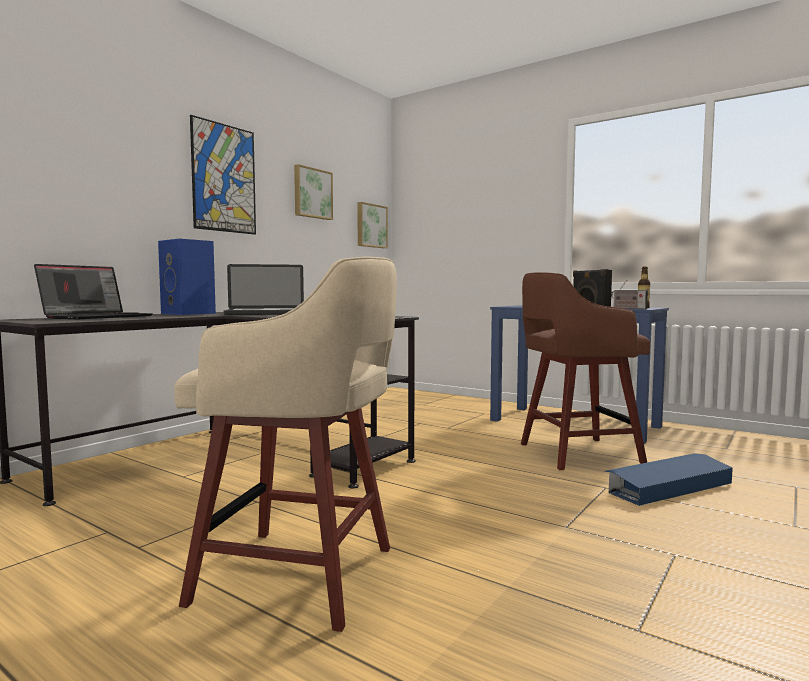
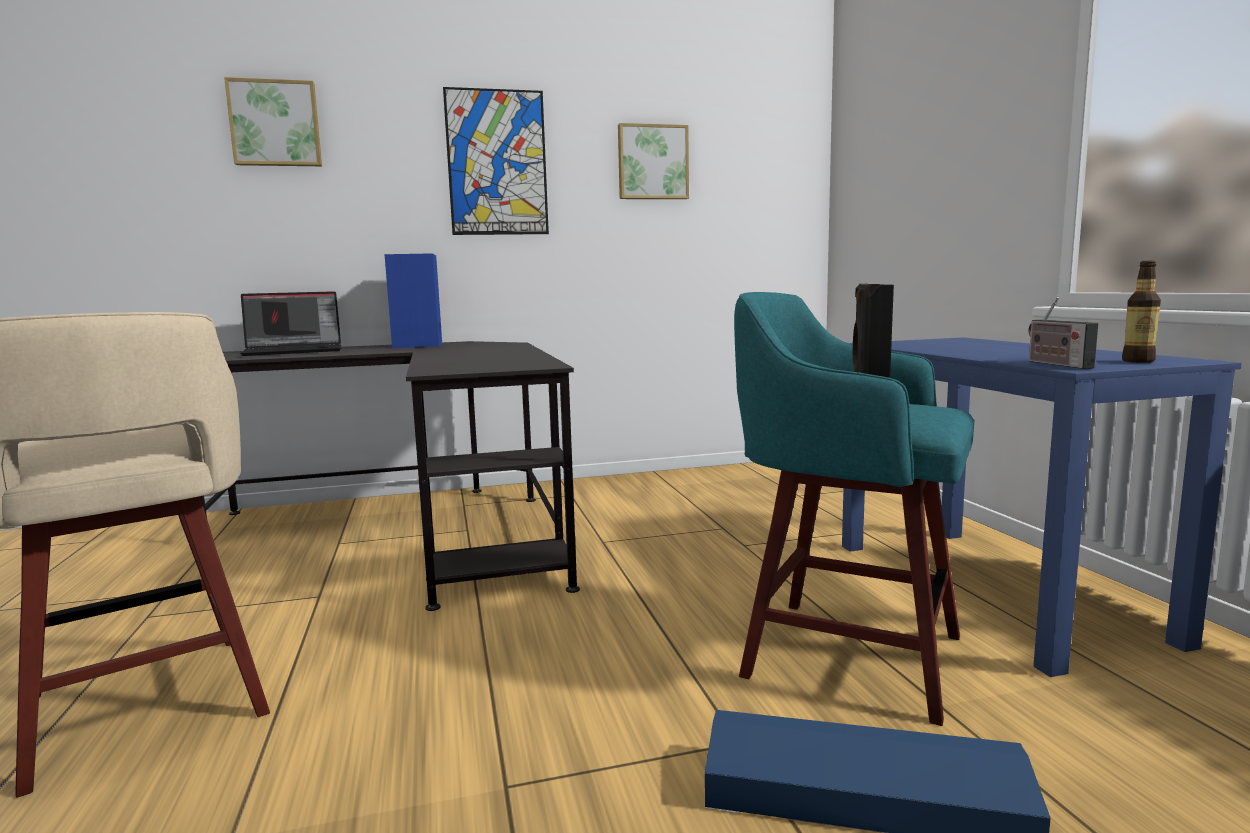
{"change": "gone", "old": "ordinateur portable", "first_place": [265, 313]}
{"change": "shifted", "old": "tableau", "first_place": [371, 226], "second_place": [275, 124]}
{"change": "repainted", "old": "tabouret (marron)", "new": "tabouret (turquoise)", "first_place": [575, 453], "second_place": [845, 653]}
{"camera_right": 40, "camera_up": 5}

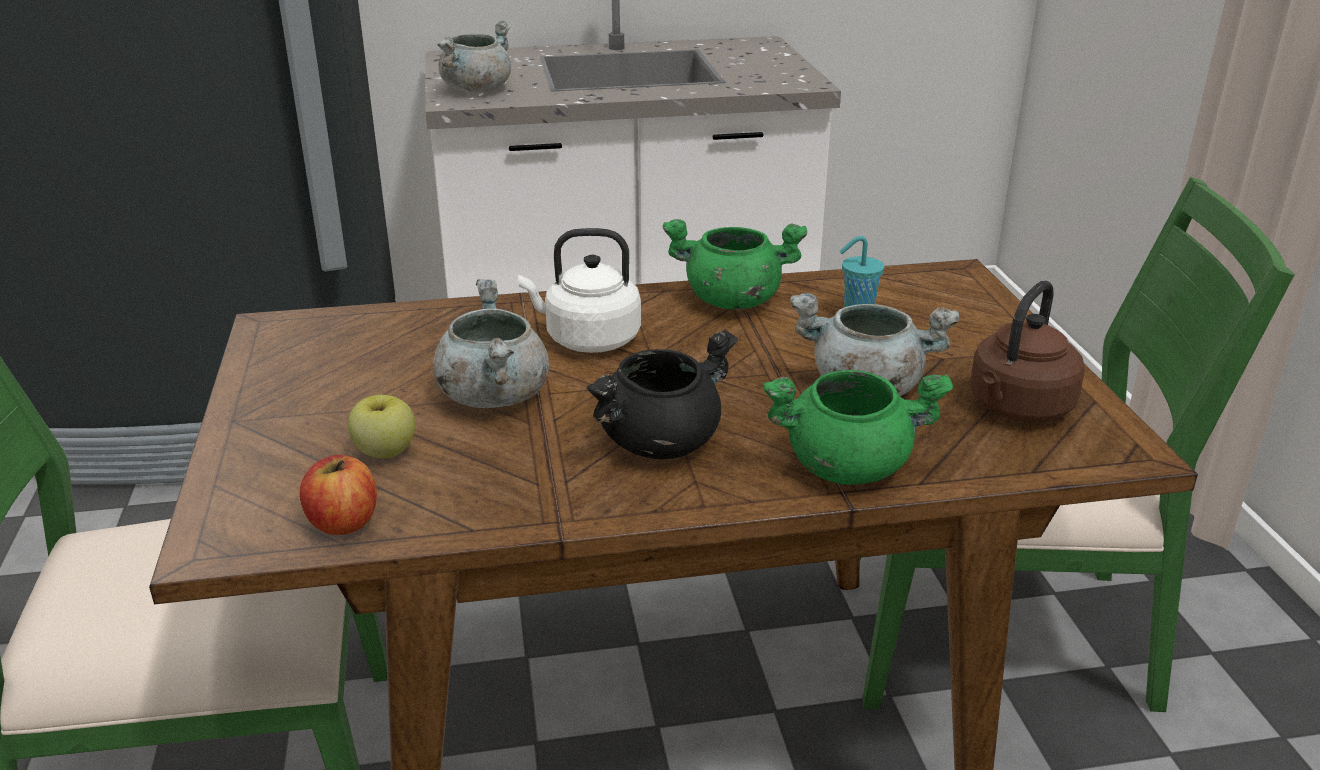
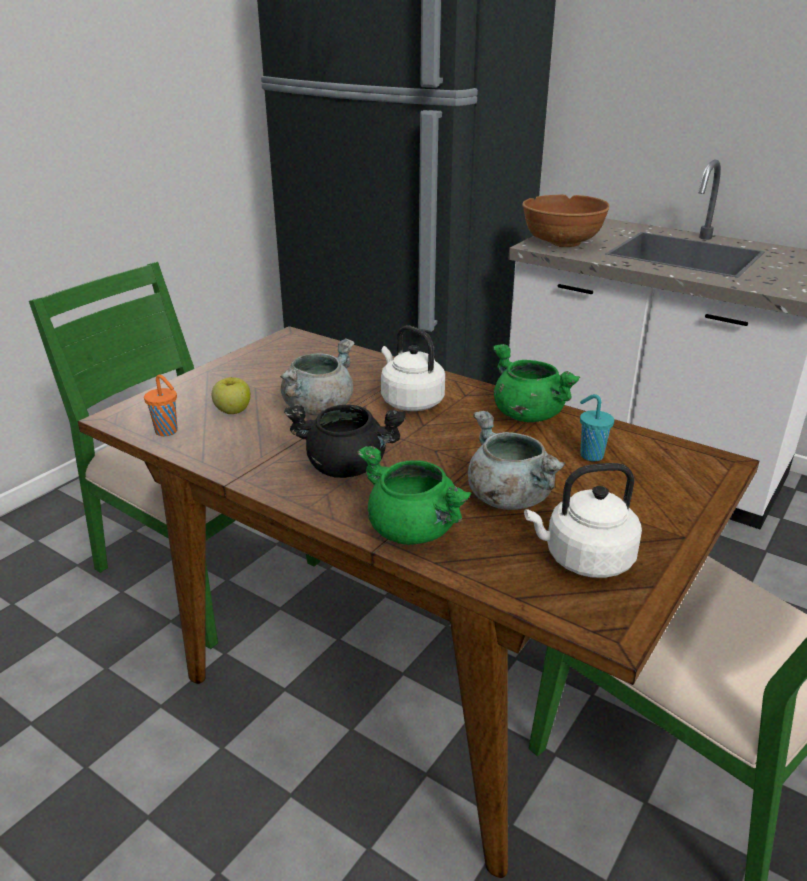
{"change": "swapped", "old": "pomme", "new": "tasse (orange)", "first_place": [343, 522], "second_place": [167, 432]}
{"change": "swapped", "old": "marmite (gris)", "new": "bol (marron)", "first_place": [476, 89], "second_place": [561, 242]}
{"change": "repainted", "old": "bouilloire (marron)", "new": "bouilloire (blanc)", "first_place": [1017, 408], "second_place": [584, 559]}
{"camera_right": 45, "camera_up": 0}

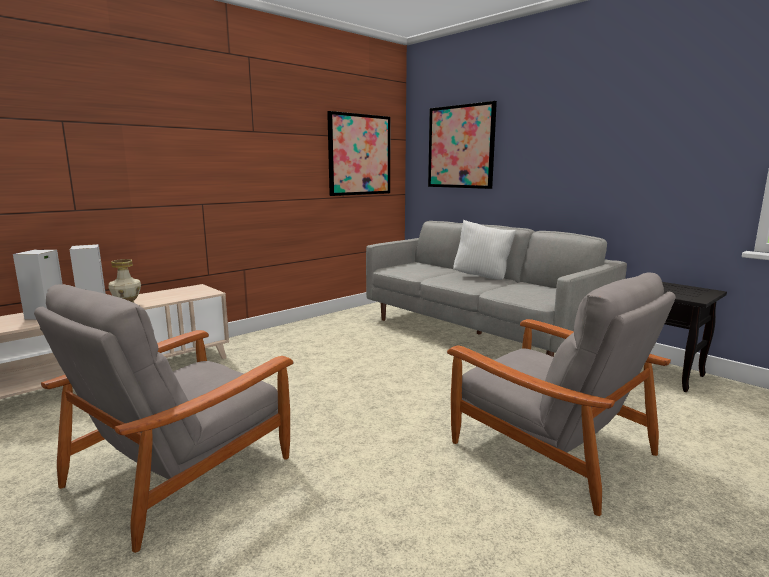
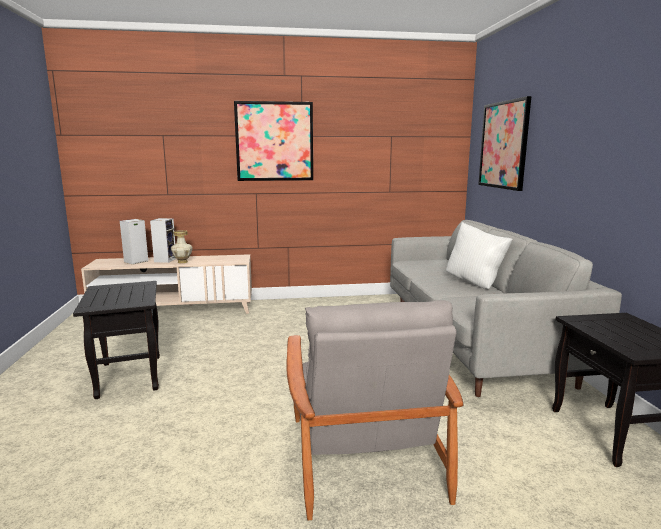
{"change": "swapped", "old": "fauteuil (gris)", "new": "table d'appoint (noir)", "first_place": [182, 470], "second_place": [128, 376]}
{"change": "shifted", "old": "tableau", "first_place": [359, 155], "second_place": [274, 141]}
{"camera_right": 35, "camera_up": 0}

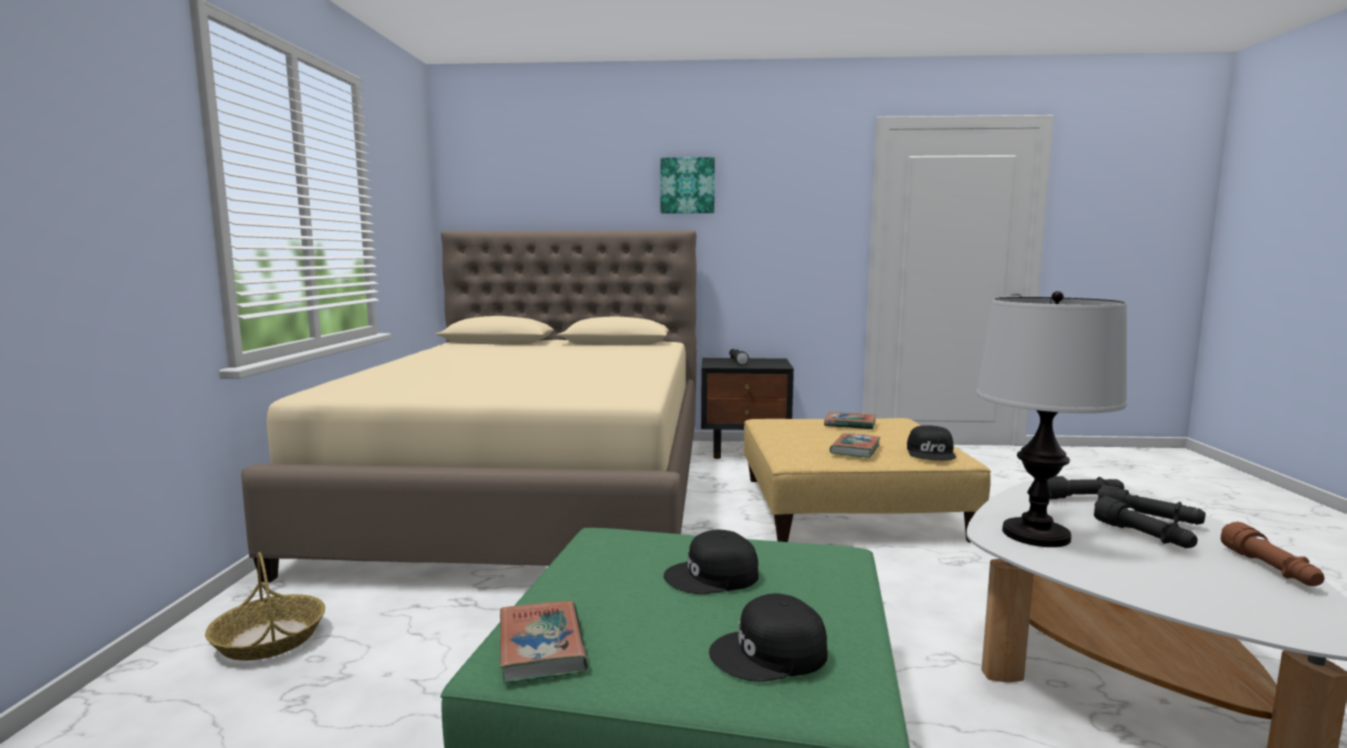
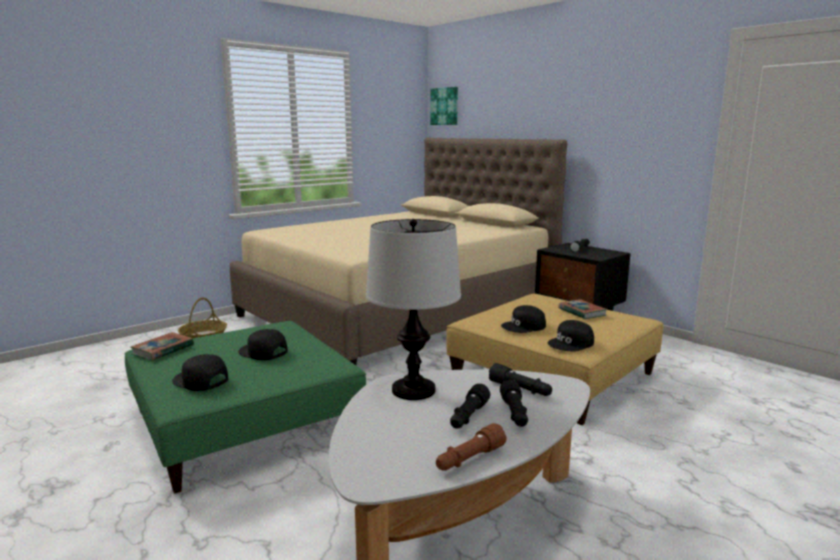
{"change": "shifted", "old": "tableau", "first_place": [687, 185], "second_place": [445, 106]}
{"change": "swapped", "old": "livre", "new": "casquette (noir)", "first_place": [855, 449], "second_place": [524, 326]}
{"camera_right": 45, "camera_up": 5}

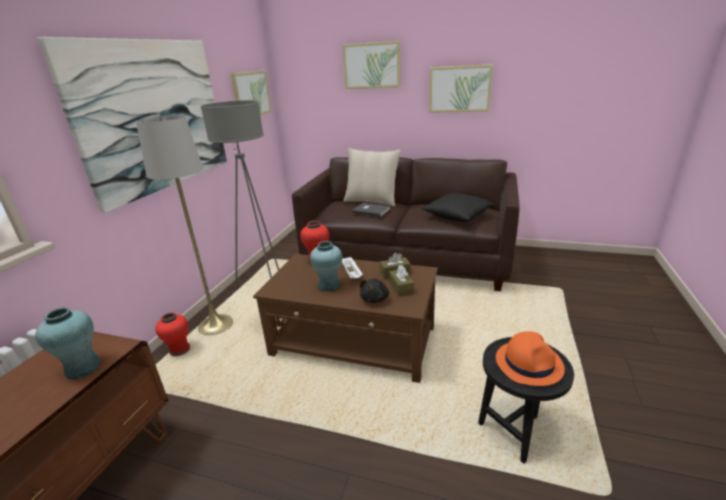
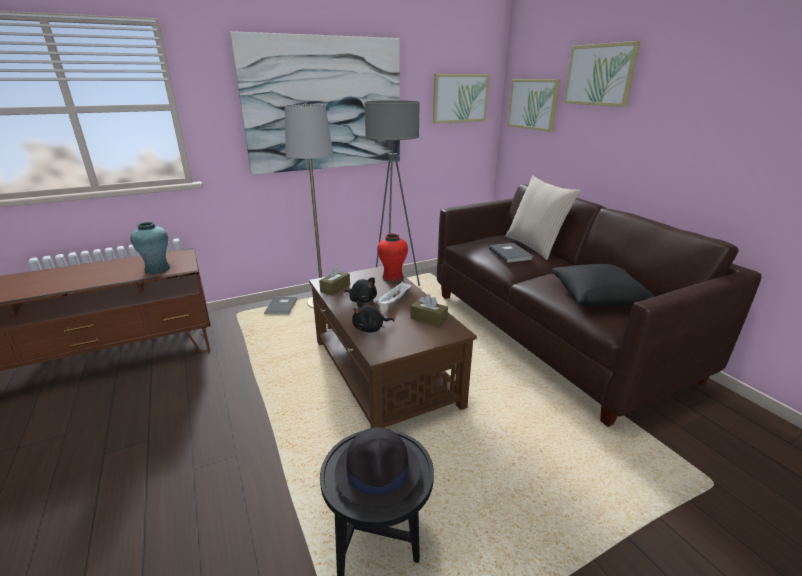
{"change": "swapped", "old": "vase (rouge)", "new": "livre (gris)", "first_place": [180, 350], "second_place": [283, 307]}
{"change": "swapped", "old": "vase (turquoise)", "new": "peluche (noir)", "first_place": [329, 286], "second_place": [362, 300]}
{"change": "shifted", "old": "boîte à mouchoirs (marron)", "first_place": [401, 287], "second_place": [335, 288]}
{"change": "shifted", "old": "tableau", "first_place": [459, 89], "second_place": [533, 104]}
{"change": "repainted", "old": "chapeau (orange)", "new": "chapeau (noir)", "first_place": [529, 363], "second_place": [378, 471]}
{"camera_right": 45, "camera_up": 0}

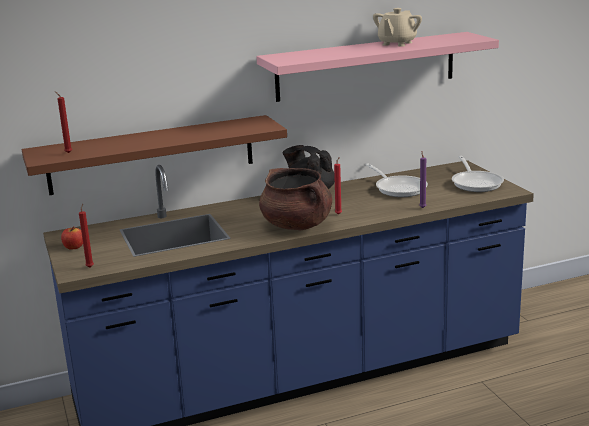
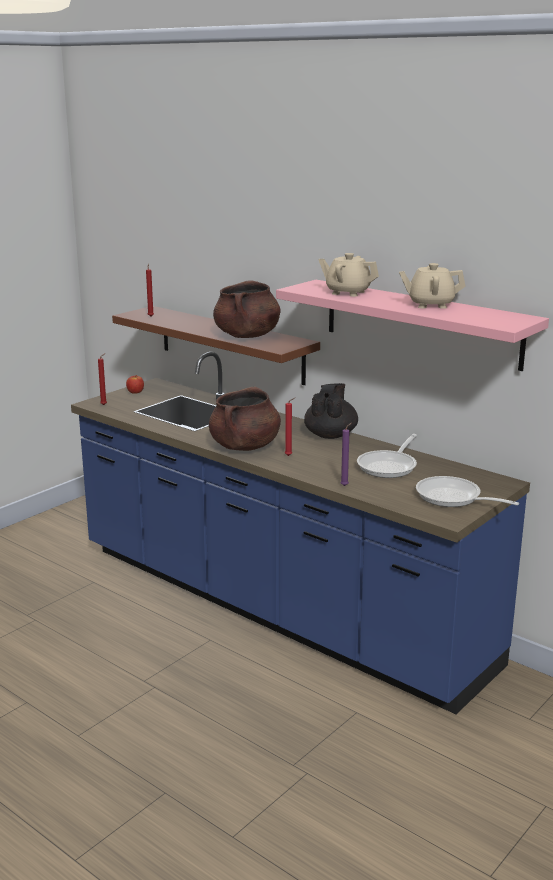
{"change": "rotated", "old": "poêle", "first_place": [476, 183], "second_place": [453, 498], "degrees": 75}
{"change": "new", "new": "marmite (marron)", "second_place": [247, 335]}
{"change": "new", "new": "théière (beige)", "second_place": [347, 292]}
{"camera_right": 60, "camera_up": 0}

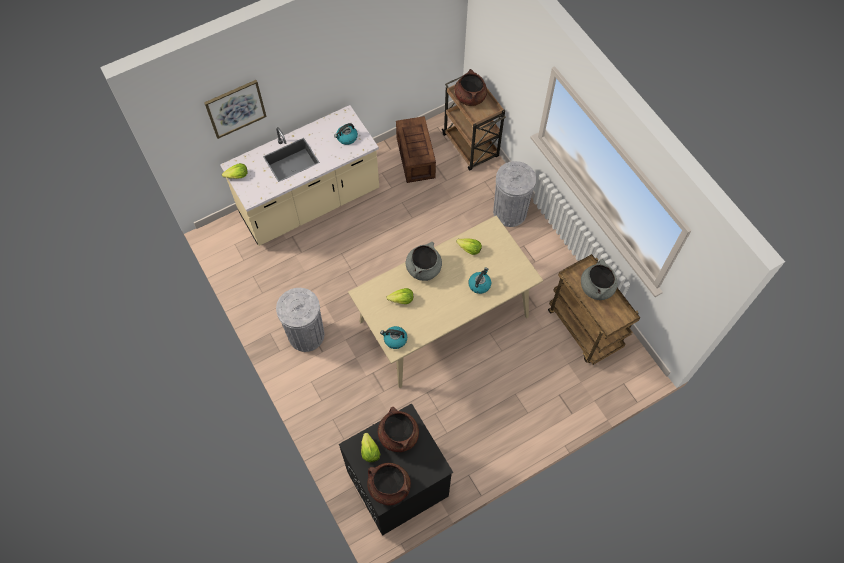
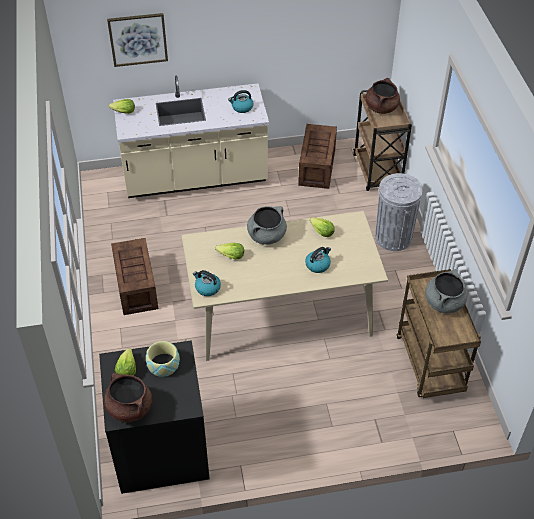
{"change": "swapped", "old": "poubelle (gris)", "new": "caisse", "first_place": [306, 335], "second_place": [136, 286]}
{"change": "swapped", "old": "marmite (marron)", "new": "bol", "first_place": [398, 435], "second_place": [163, 364]}
{"camera_right": 20, "camera_up": -15}

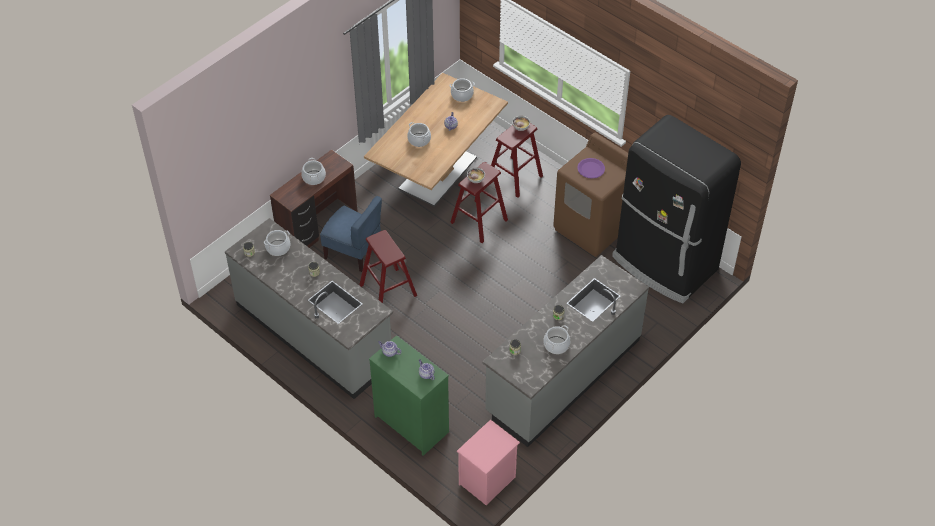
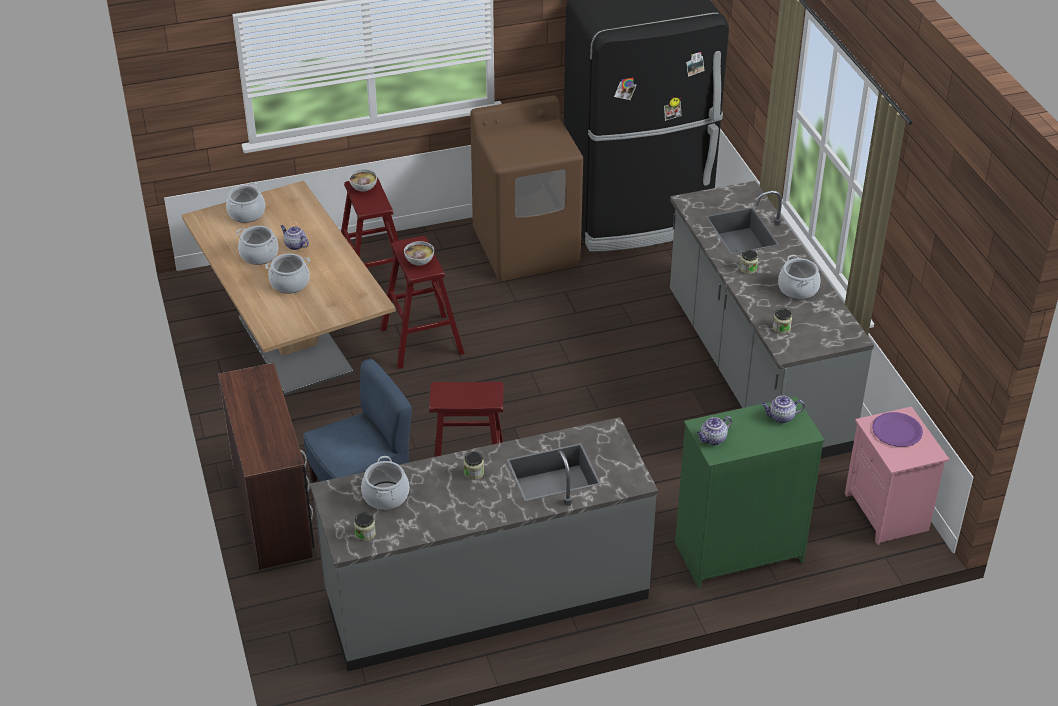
{"change": "shifted", "old": "marmite", "first_place": [313, 178], "second_place": [259, 255]}
{"change": "shifted", "old": "assiette (violet)", "first_place": [591, 169], "second_place": [896, 431]}
{"camera_right": -60, "camera_up": -10}

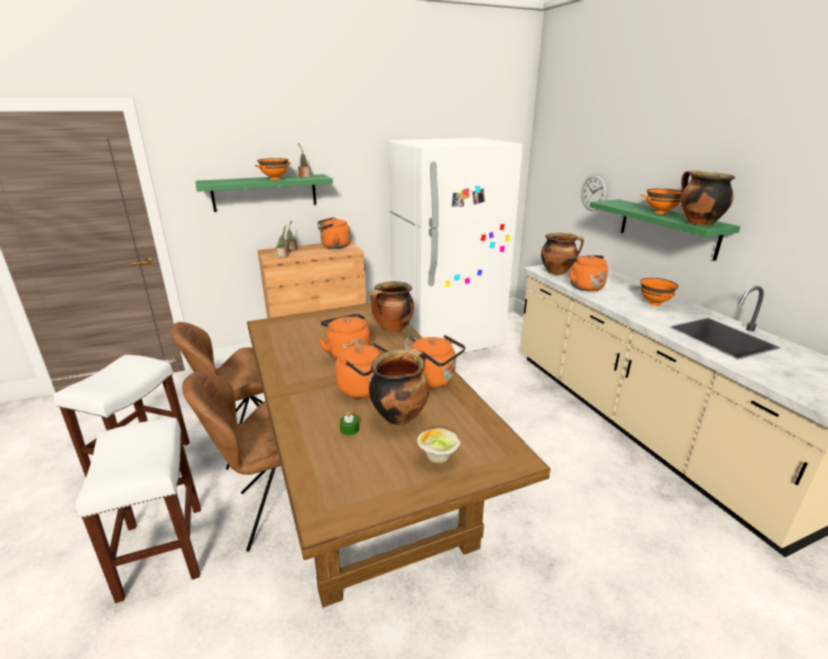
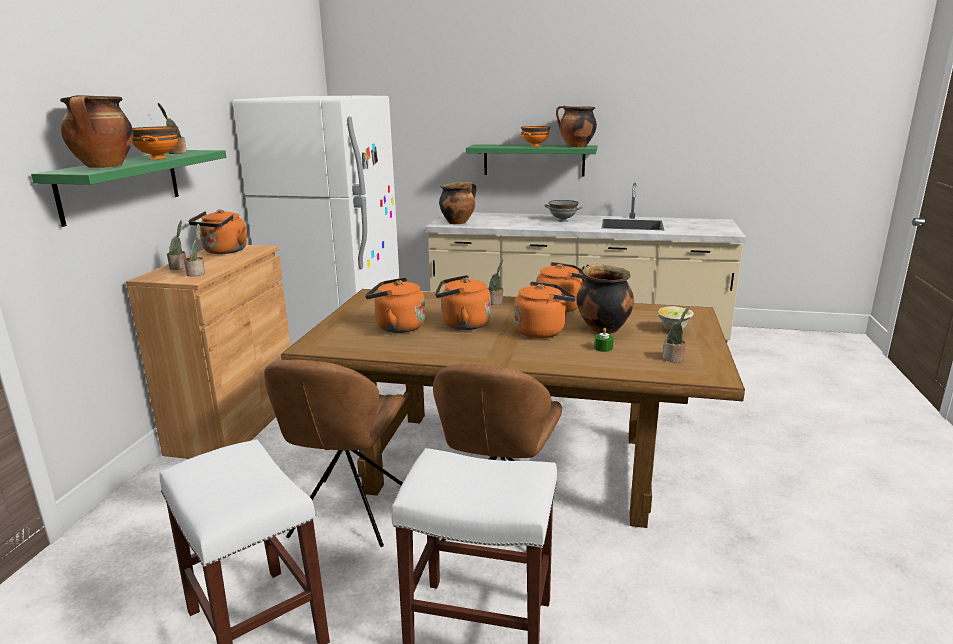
{"change": "shifted", "old": "marmite", "first_place": [392, 328], "second_place": [105, 167]}
{"change": "shifted", "old": "bouilloire (orange)", "first_place": [584, 286], "second_place": [397, 327]}
{"change": "gone", "old": "horloge murale", "first_place": [594, 192]}
{"change": "repainted", "old": "bol (orange)", "new": "bol (gris)", "first_place": [654, 303], "second_place": [563, 220]}
{"change": "new", "new": "plante en pot", "second_place": [674, 359]}
{"camera_right": -55, "camera_up": -5}

